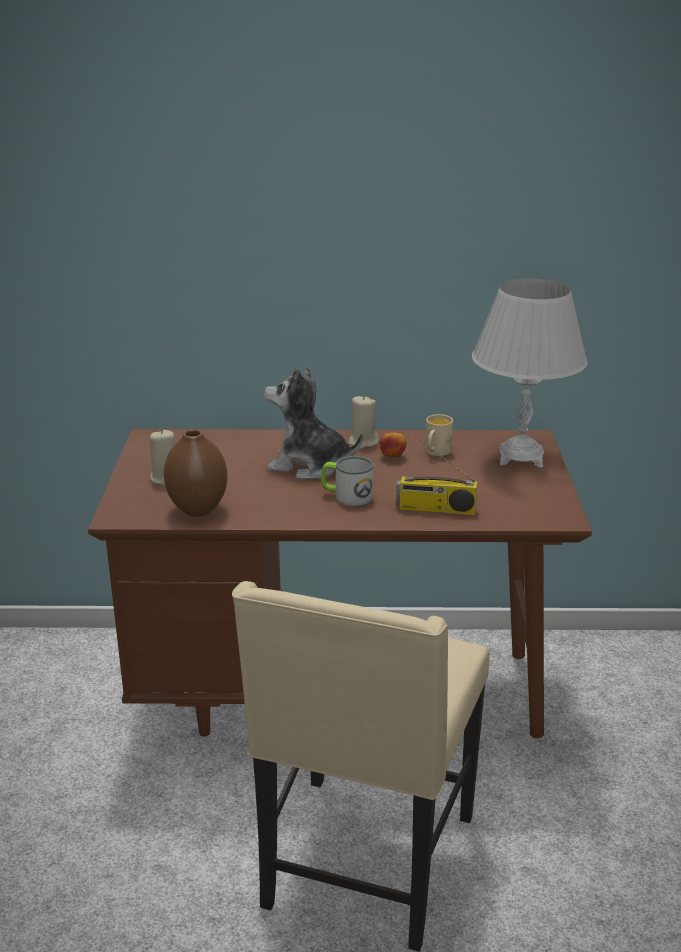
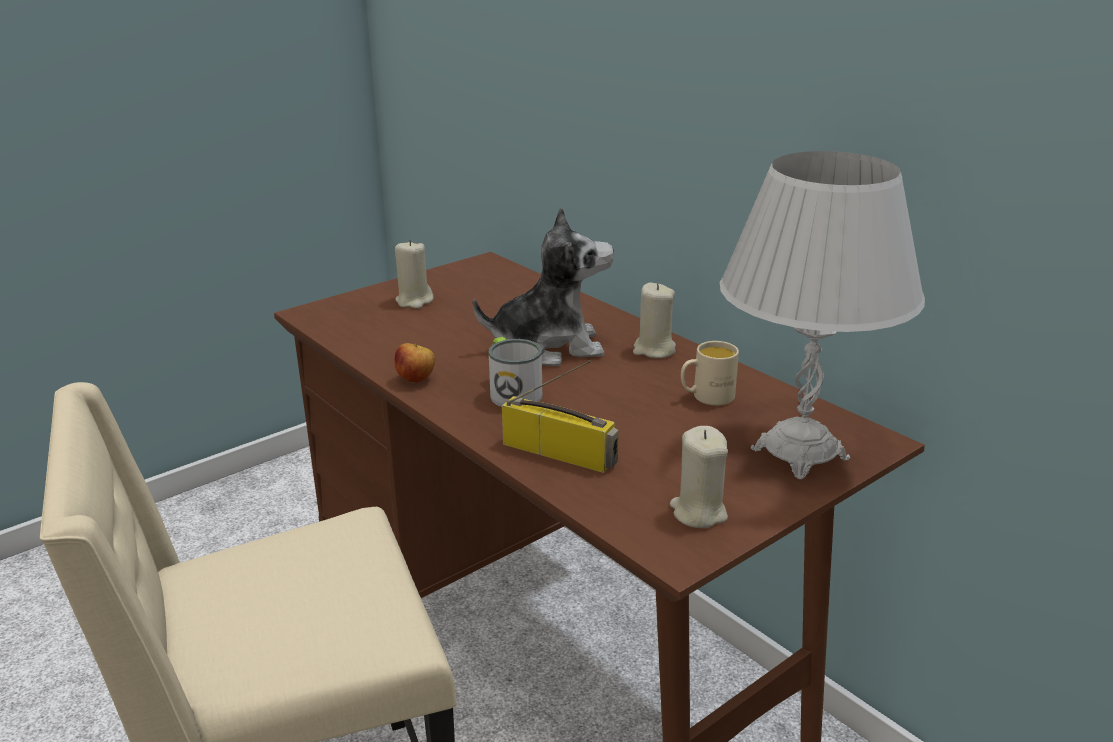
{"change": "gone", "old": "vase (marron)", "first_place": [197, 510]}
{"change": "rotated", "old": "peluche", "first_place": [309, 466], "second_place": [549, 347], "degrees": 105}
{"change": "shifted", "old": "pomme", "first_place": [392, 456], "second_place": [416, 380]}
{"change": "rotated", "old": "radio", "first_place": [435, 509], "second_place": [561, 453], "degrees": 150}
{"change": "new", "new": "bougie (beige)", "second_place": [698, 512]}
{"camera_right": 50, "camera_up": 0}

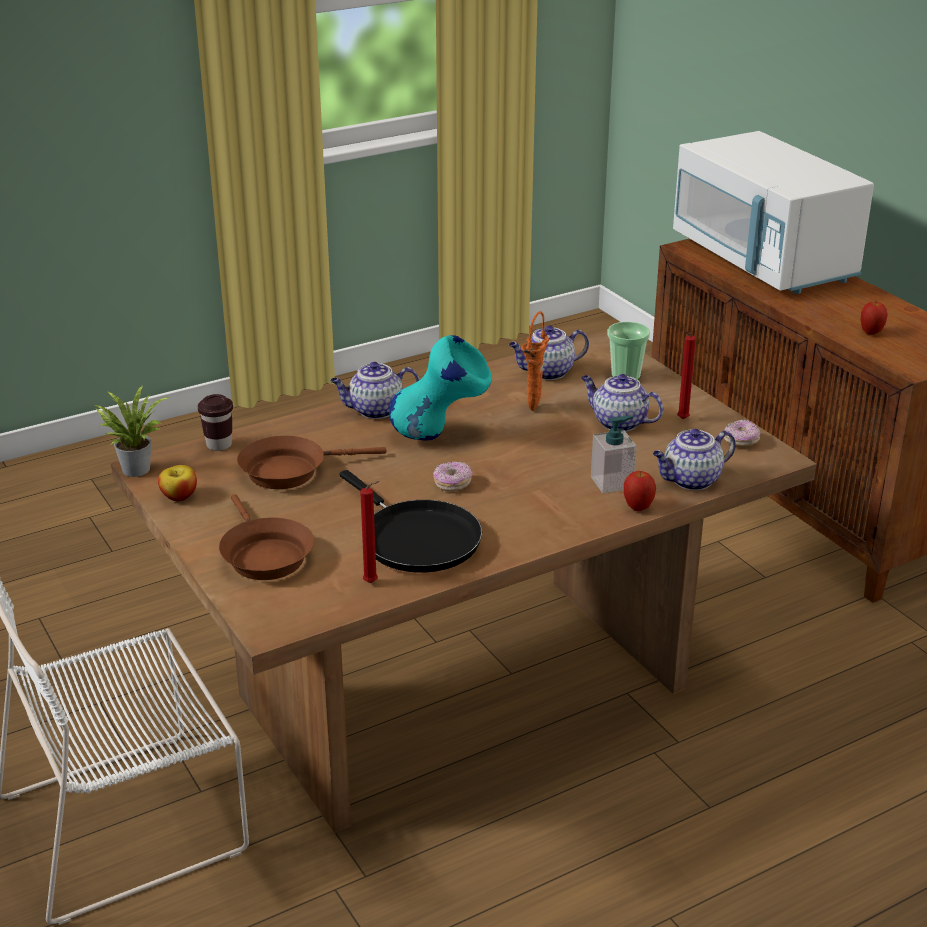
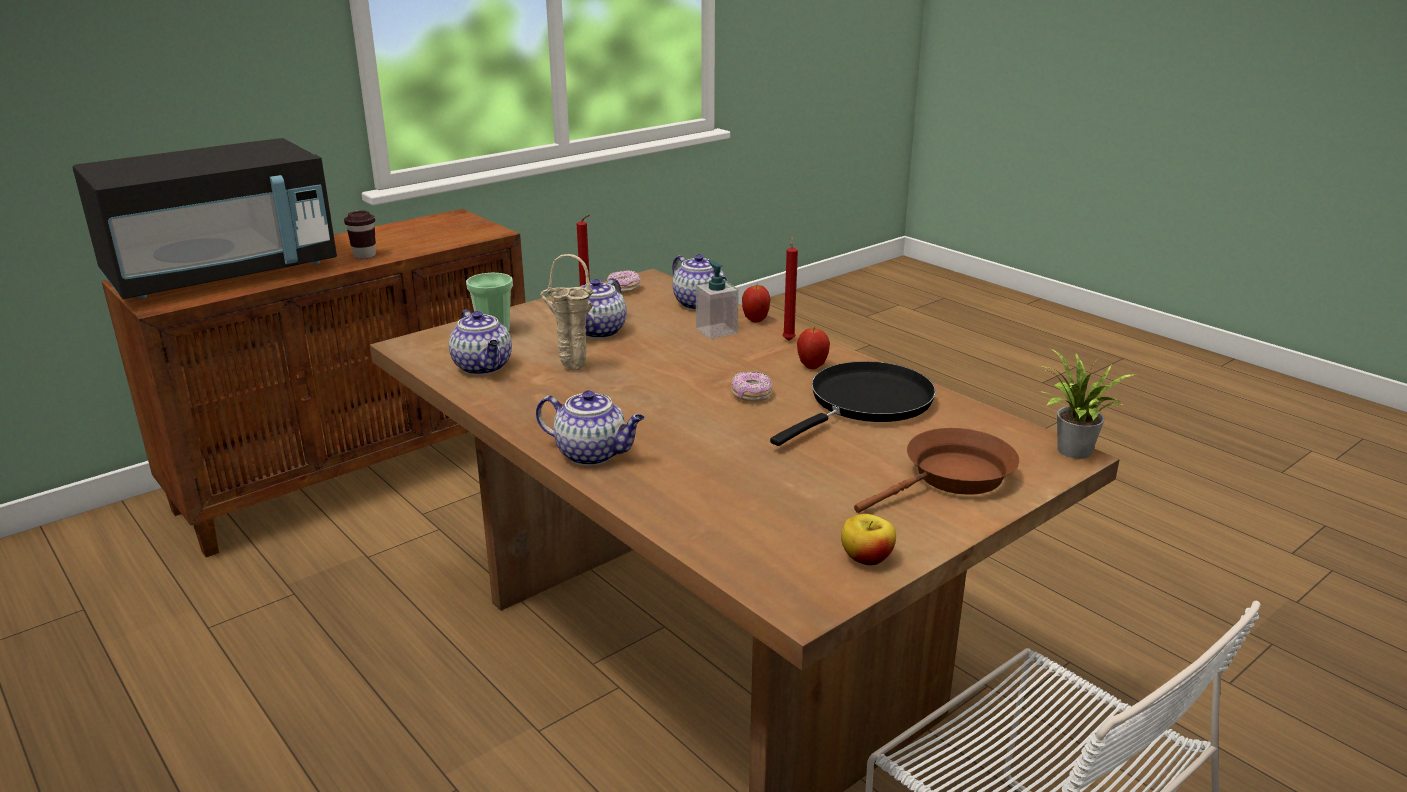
{"change": "shifted", "old": "plante en pot", "first_place": [135, 468], "second_place": [1071, 452]}
{"change": "shifted", "old": "tasse (marron)", "first_place": [219, 445], "second_place": [364, 256]}
{"change": "gone", "old": "poêle (marron)", "first_place": [290, 471]}
{"change": "rotated", "old": "théière", "first_place": [375, 410], "second_place": [593, 454], "degrees": -45}
{"change": "shifted", "old": "bougie (rouge)", "first_place": [373, 583], "second_place": [788, 339]}
{"change": "gone", "old": "vase (turquoise)", "first_place": [441, 436]}
{"change": "repainted", "old": "vase (orange)", "new": "vase (beige)", "first_place": [534, 407], "second_place": [570, 369]}
{"change": "repainted", "old": "micro-ondes (blanc)", "new": "micro-ondes (noir)", "first_place": [762, 261], "second_place": [223, 274]}
{"change": "shifted", "old": "pomme", "first_place": [871, 333], "second_place": [812, 366]}
{"camera_right": -100, "camera_up": -5}

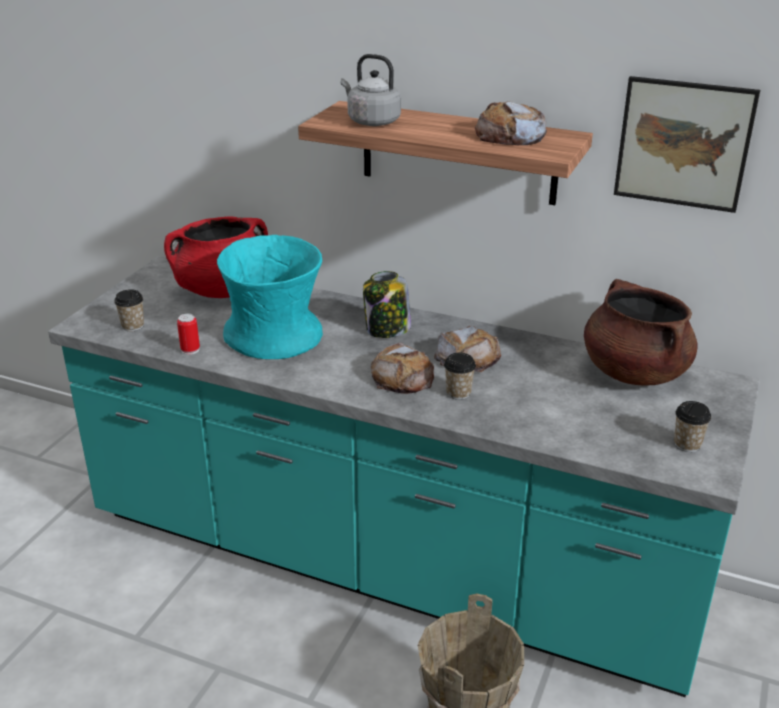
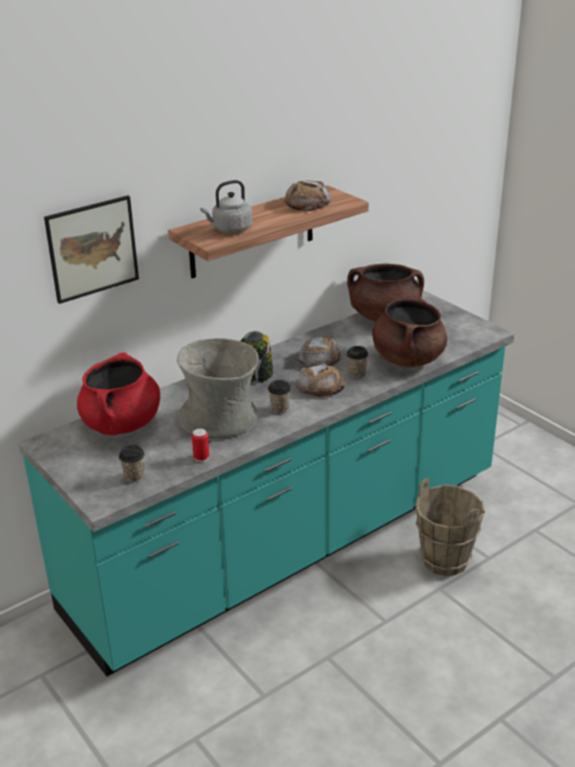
{"change": "repainted", "old": "vase (turquoise)", "new": "vase (gris)", "first_place": [274, 337], "second_place": [220, 419]}
{"change": "shifted", "old": "tableau", "first_place": [683, 144], "second_place": [92, 248]}
{"change": "shifted", "old": "tasse", "first_place": [687, 444], "second_place": [279, 409]}
{"change": "new", "new": "marmite (marron)", "second_place": [408, 358]}
{"camera_right": -60, "camera_up": 0}

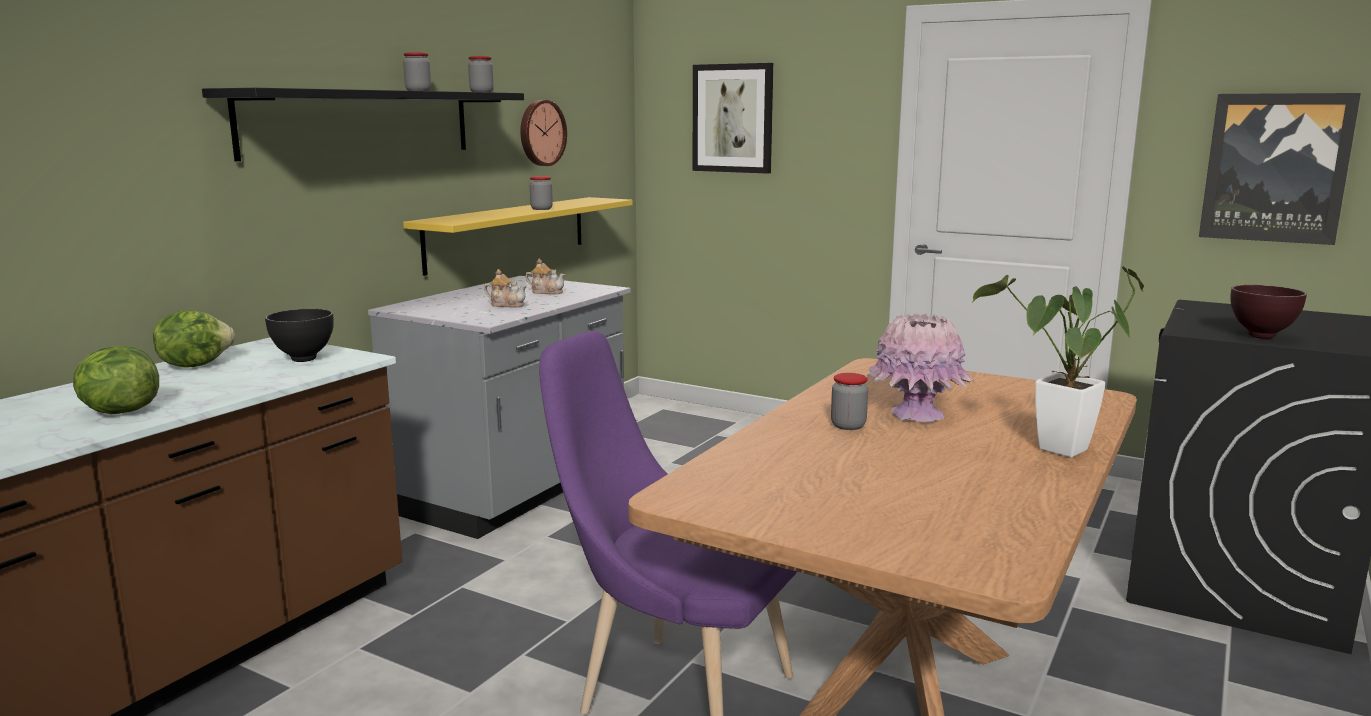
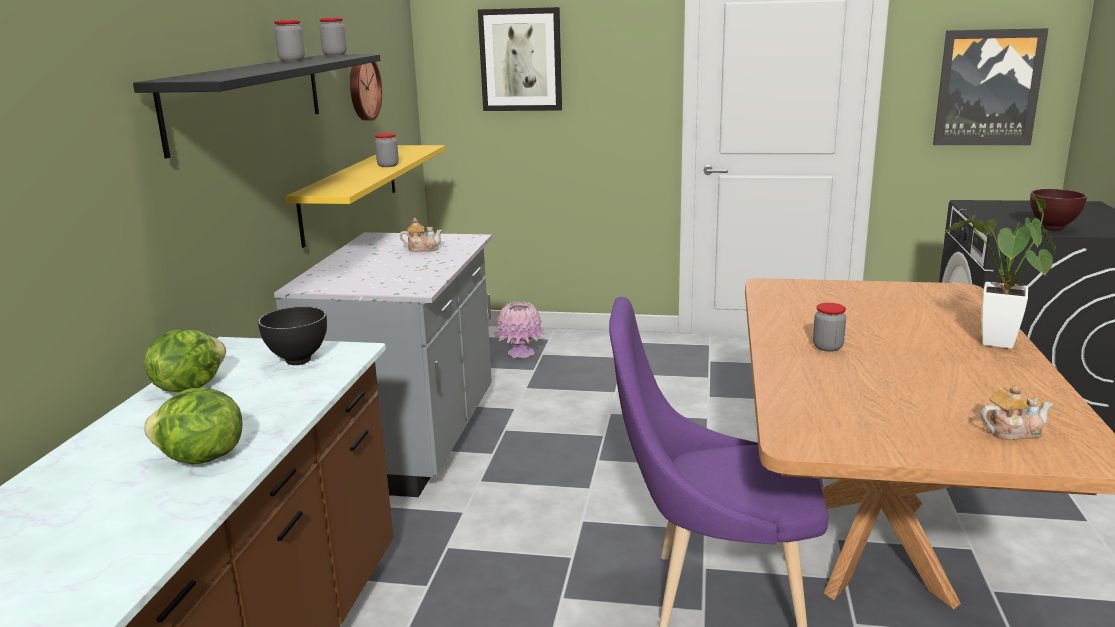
{"change": "shifted", "old": "théière", "first_place": [507, 305], "second_place": [1012, 432]}
{"change": "shifted", "old": "vase (rose)", "first_place": [916, 415], "second_place": [520, 353]}
{"camera_right": -20, "camera_up": 5}

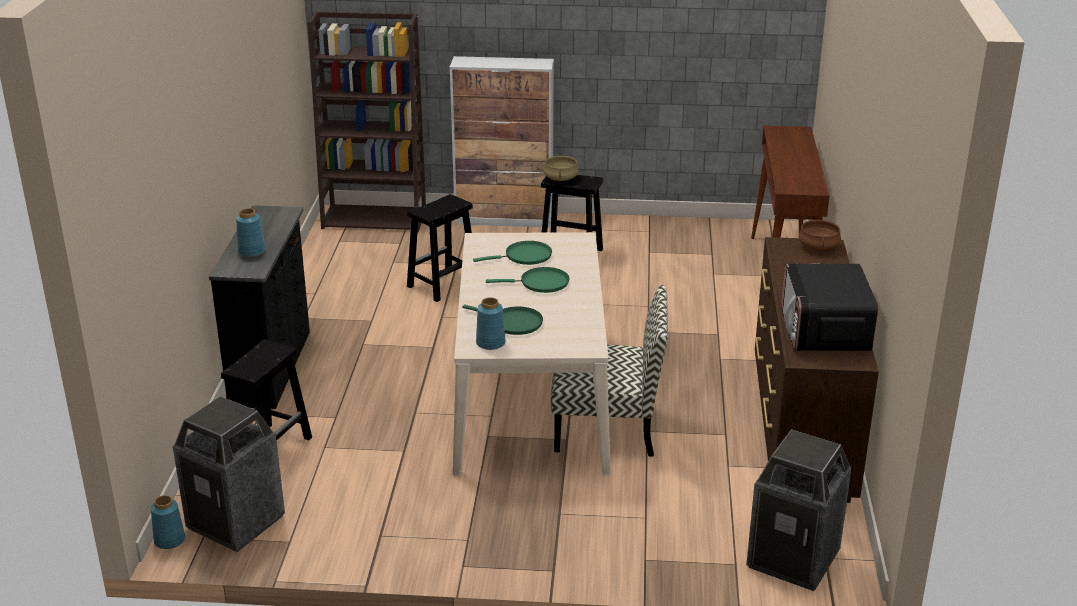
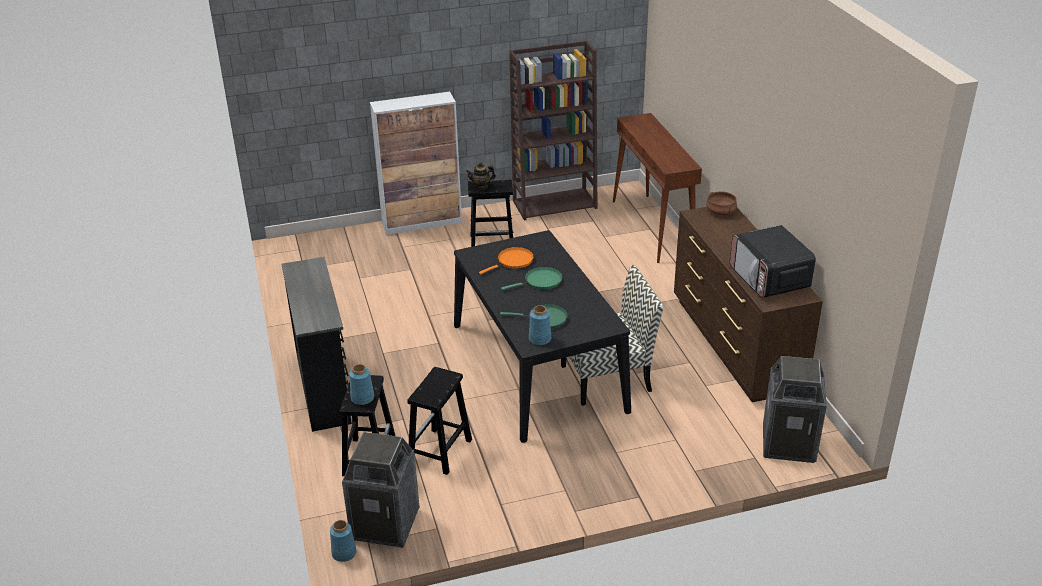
{"change": "shifted", "old": "vase (bleu)", "first_place": [252, 251], "second_place": [362, 398]}
{"change": "shifted", "old": "bibliothèque (marron)", "first_place": [375, 219], "second_place": [555, 204]}
{"change": "shifted", "old": "tabouret (noir)", "first_place": [442, 285], "second_place": [440, 452]}
{"change": "repainted", "old": "table à manger (beige)", "new": "table à manger (noir)", "first_place": [531, 397], "second_place": [537, 366]}
{"change": "repainted", "old": "poêle (vert)", "new": "poêle (orange)", "first_place": [525, 256], "second_place": [513, 261]}
{"change": "swapped", "old": "marmite (beige)", "new": "théière", "first_place": [561, 178], "second_place": [481, 186]}
{"camera_right": -20, "camera_up": 5}

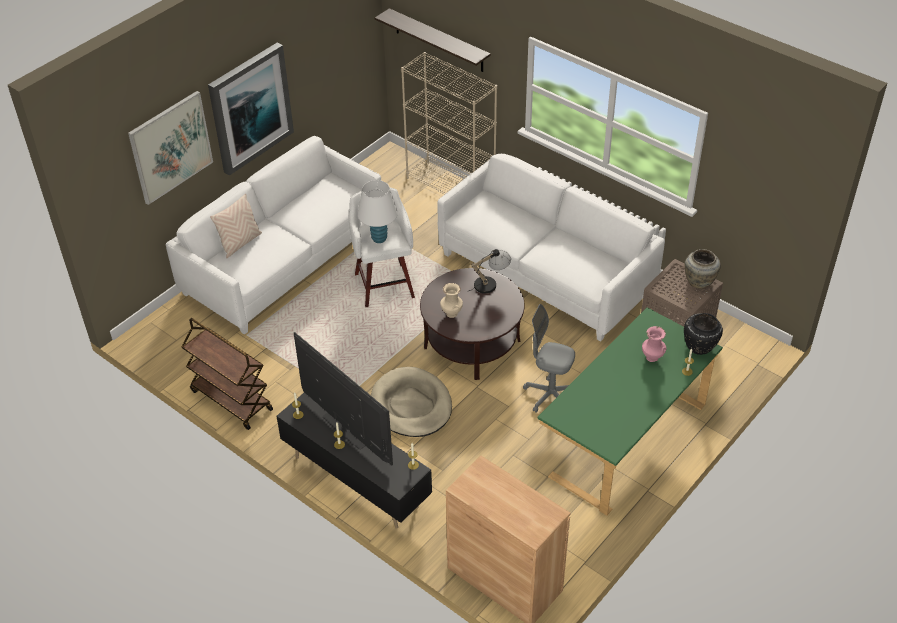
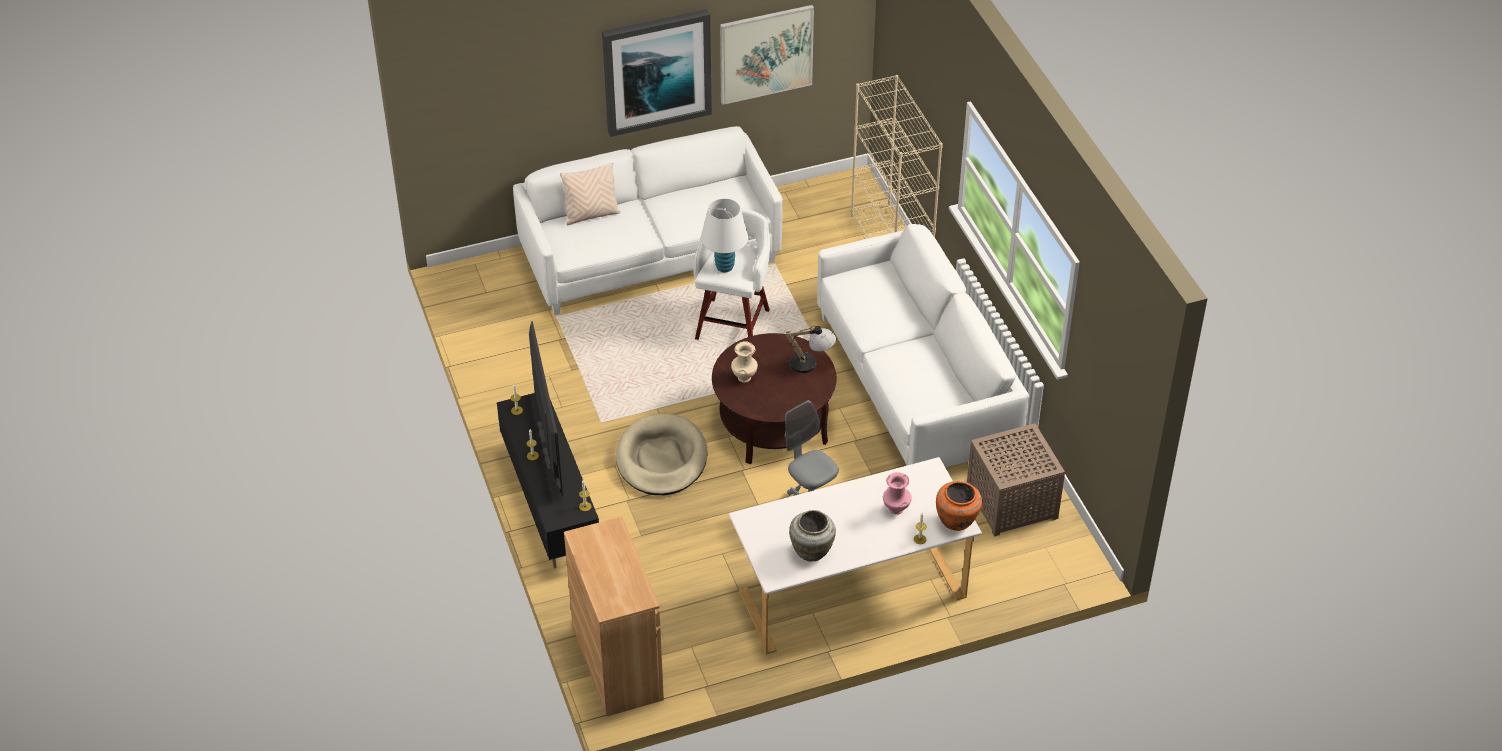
{"change": "shifted", "old": "tableau", "first_place": [171, 147], "second_place": [766, 53]}
{"change": "gone", "old": "chariot (marron)", "first_place": [231, 400]}
{"change": "gone", "old": "étagère", "first_place": [439, 41]}
{"change": "repainted", "old": "bureau (vert)", "new": "bureau (blanc)", "first_place": [624, 437], "second_place": [850, 589]}
{"change": "repainted", "old": "vase (noir)", "new": "vase (orange)", "first_place": [700, 347], "second_place": [957, 521]}
{"change": "shifted", "old": "vase (beige)", "first_place": [699, 281], "second_place": [812, 551]}
{"camera_right": 30, "camera_up": 0}

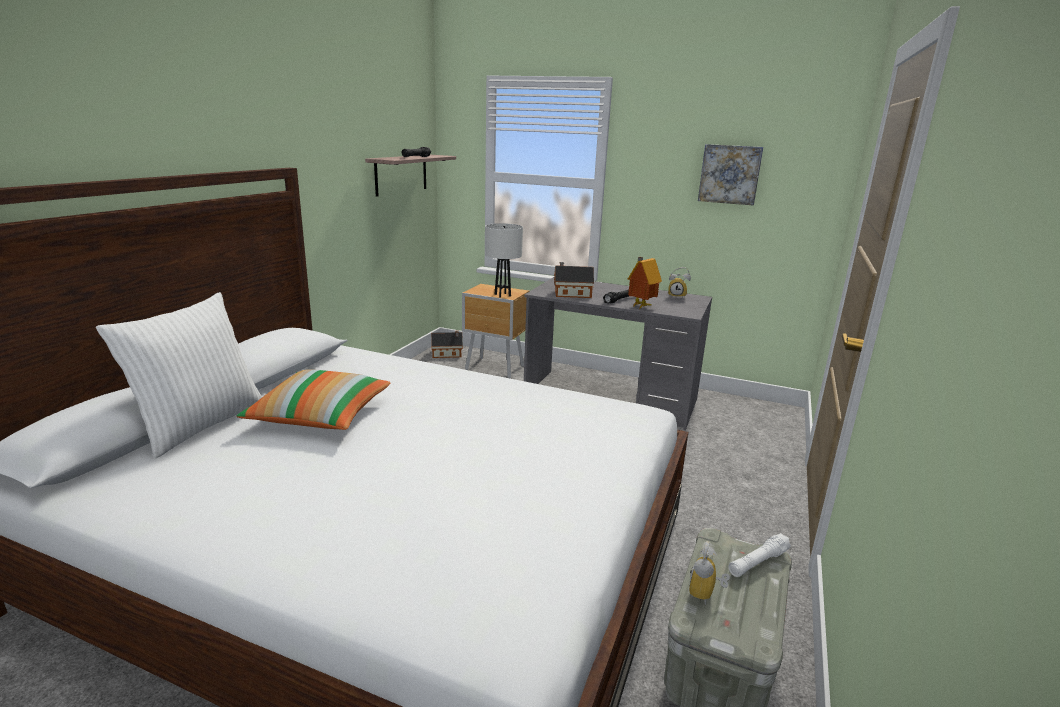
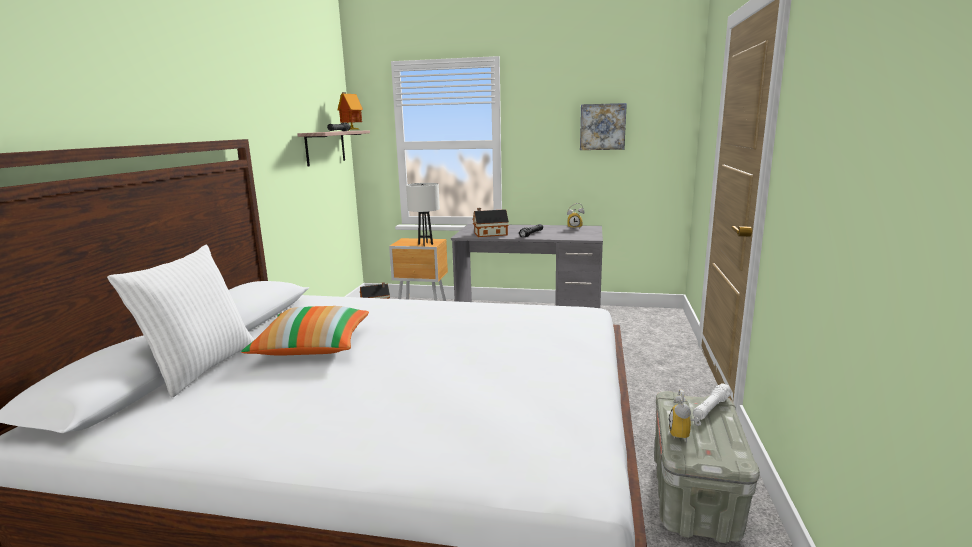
{"change": "shifted", "old": "maison miniature", "first_place": [640, 306], "second_place": [351, 130]}
{"camera_right": -10, "camera_up": -5}

